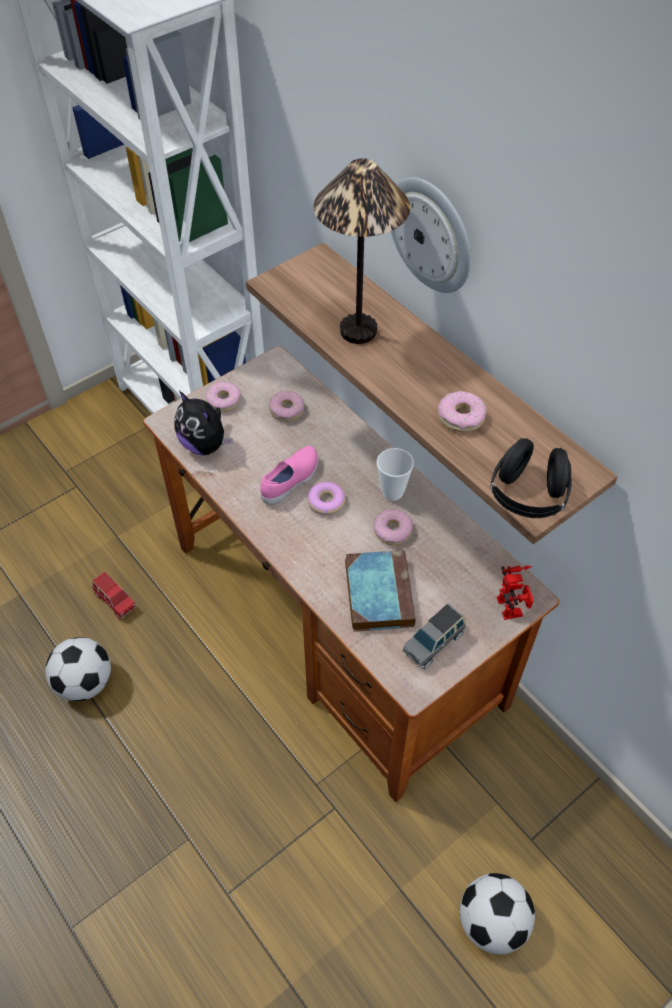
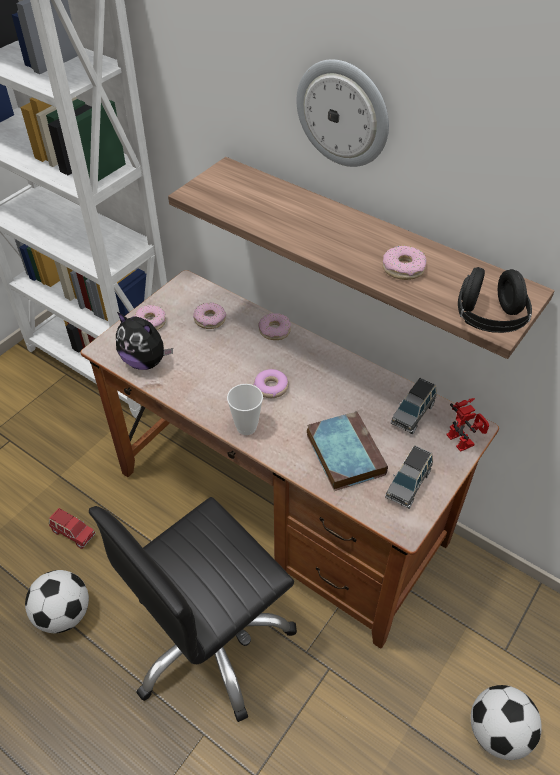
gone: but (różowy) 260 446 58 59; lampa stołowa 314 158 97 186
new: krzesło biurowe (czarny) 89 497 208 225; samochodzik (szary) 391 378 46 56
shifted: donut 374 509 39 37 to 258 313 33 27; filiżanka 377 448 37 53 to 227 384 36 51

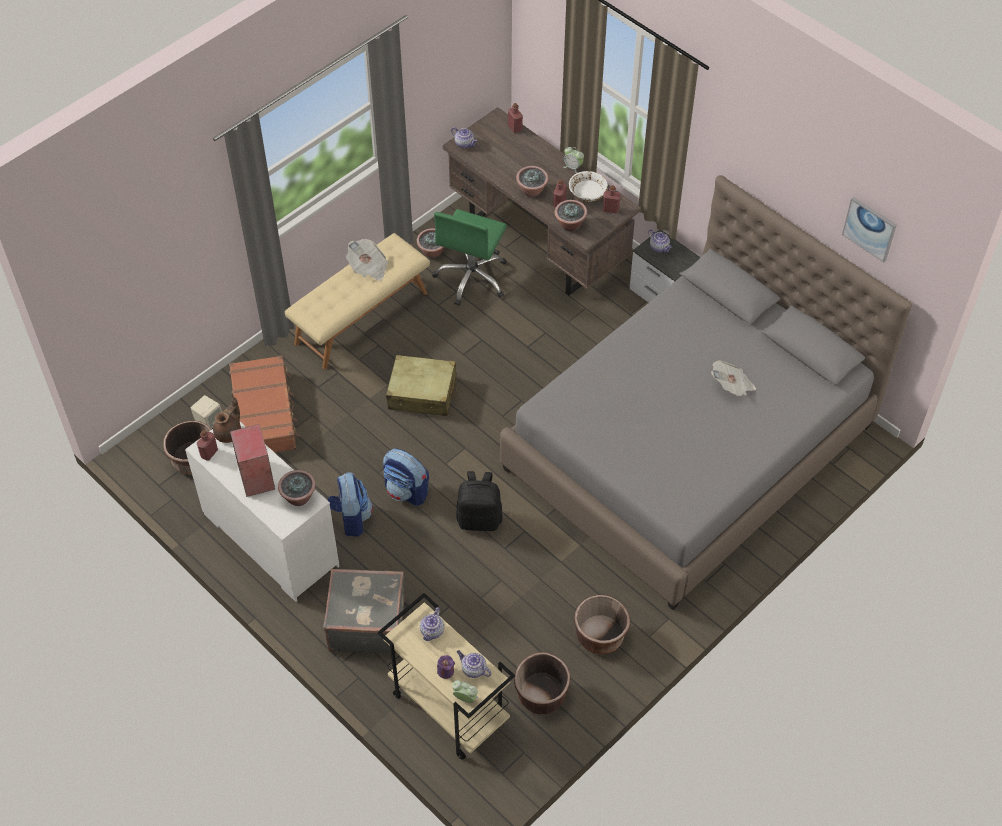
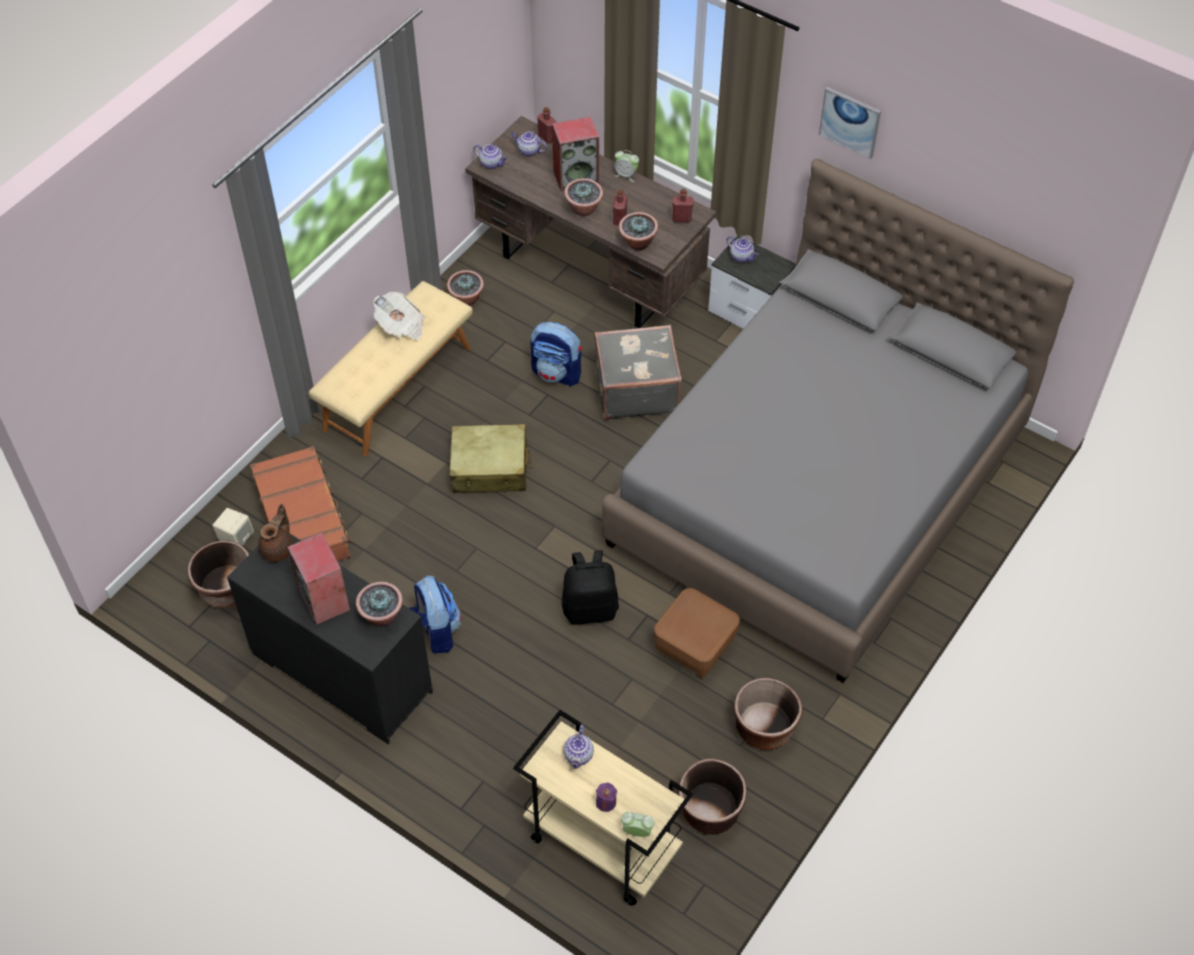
gone: butelka (czerwony) 197 430 21 30; krzesło biurowe (zielony) 432 209 75 97; miska (biały) 569 171 39 31; gazeta 711 360 45 37
new: głośnik 552 117 47 74; pufa (brązowy) 654 588 86 90
shifted: walizka (szary) 323 569 81 85 to 594 325 88 95; plecak 383 448 46 58 to 530 322 52 64; imbryk 457 650 34 28 to 511 132 36 25; obraz 842 197 55 65 to 819 87 62 72
repainted: komoda (biały) 185 422 155 180 to komoda (czarny) 227 534 206 210

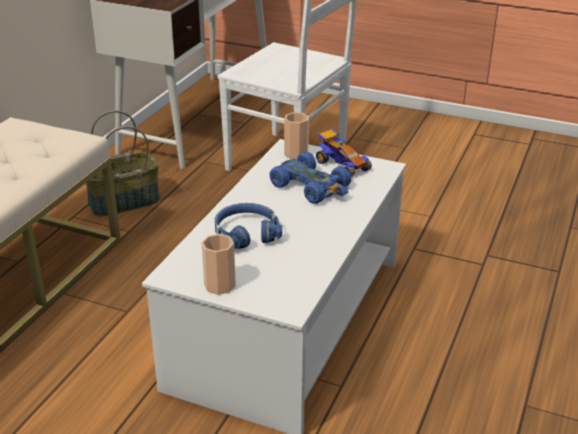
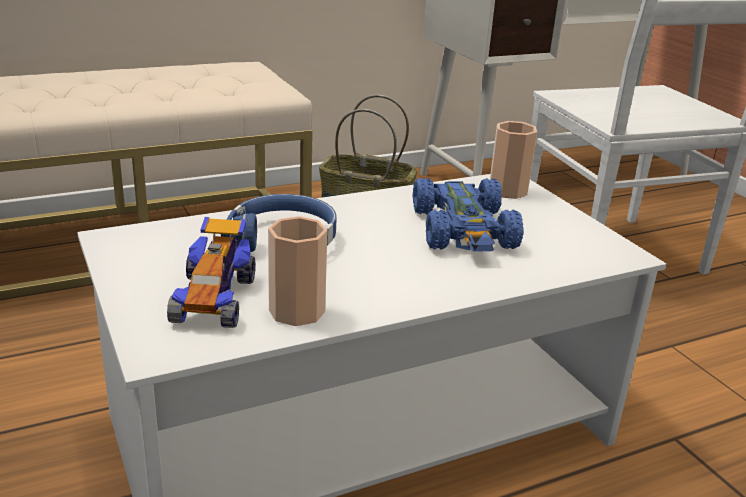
shifted: filiżanka 202 234 34 61 to 268 216 60 110; samochodzik 316 128 56 49 to 167 217 88 111

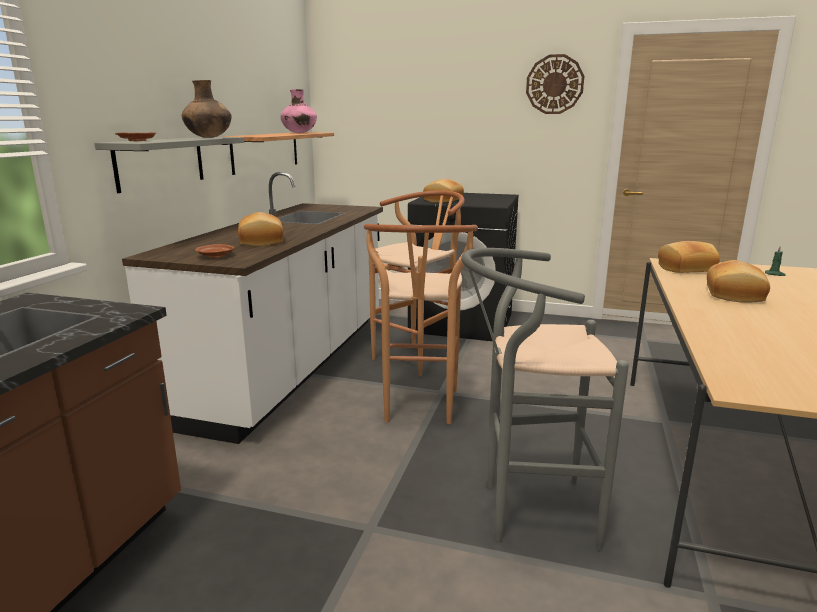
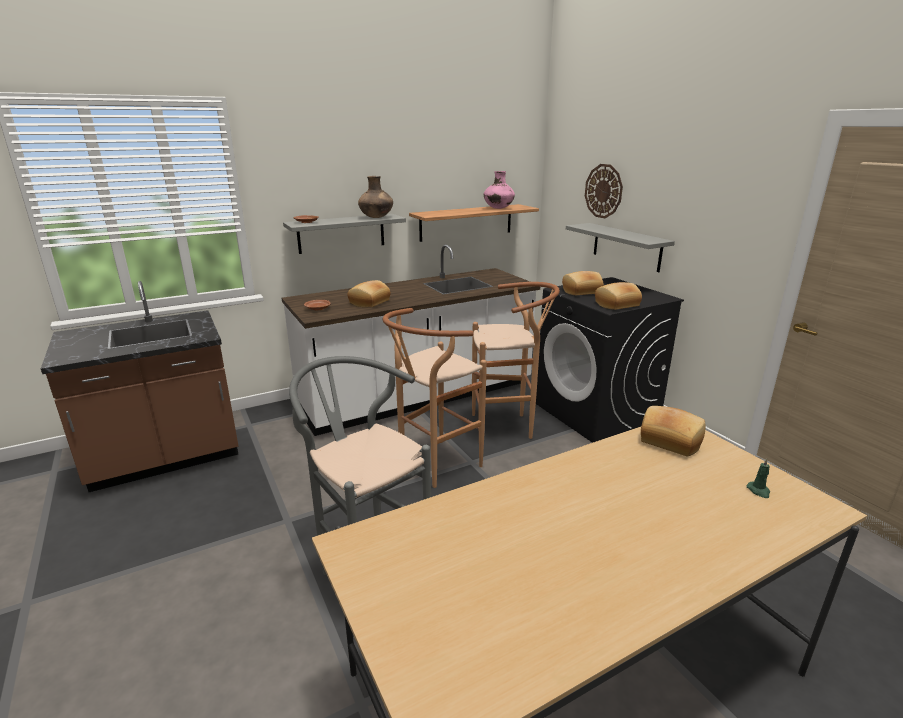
new: półka (szary) 566 223 109 49
shifted: zegar ścienny 526 54 58 60 to 585 164 38 54; chleb 707 260 63 43 to 595 282 47 28

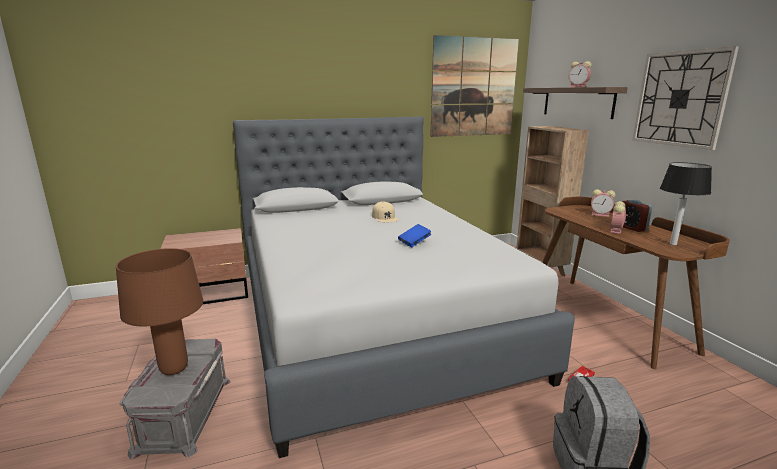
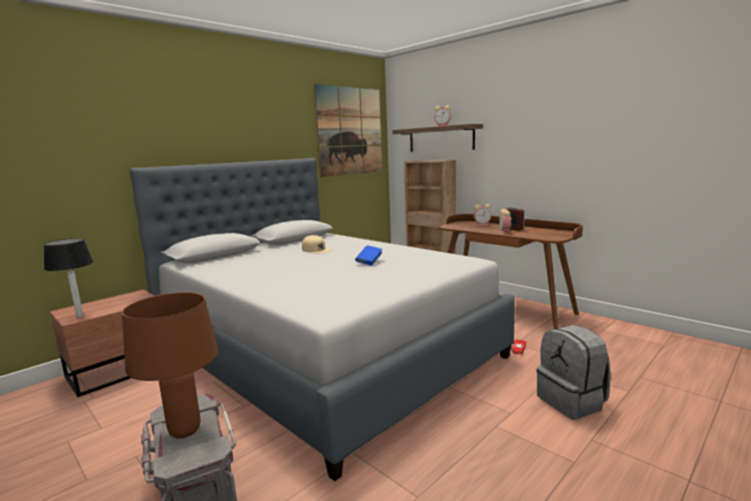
gone: zegar ścienny 633 46 106 104
shifted: lampa stołowa 660 162 52 83 to 44 238 49 79

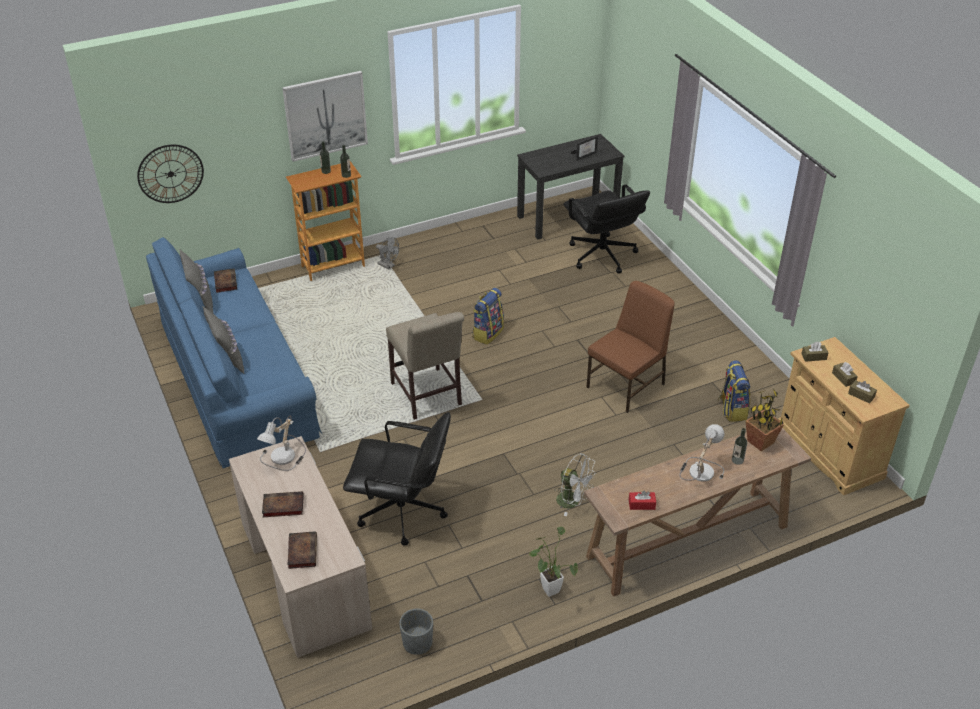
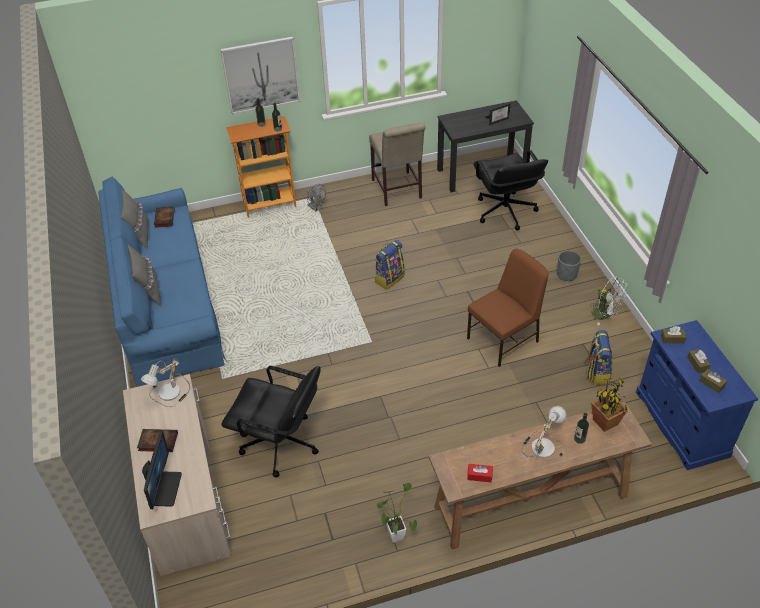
gone: zegar ścienny 137 145 67 58
shifted: krzesło (beżowy) 386 312 78 108 to 369 123 56 83; donica (szary) 399 609 34 46 to 557 250 24 31; wentylator (biały) 556 453 40 63 to 590 276 37 50
swapped: książka 287 531 30 38 to monitor 142 431 40 78
repainted: szafka (beżowy) 778 337 132 158 to szafka (niebieski) 636 320 122 150

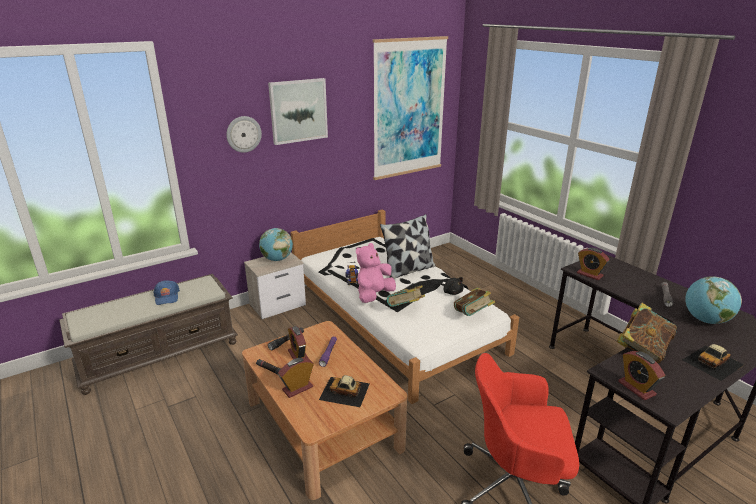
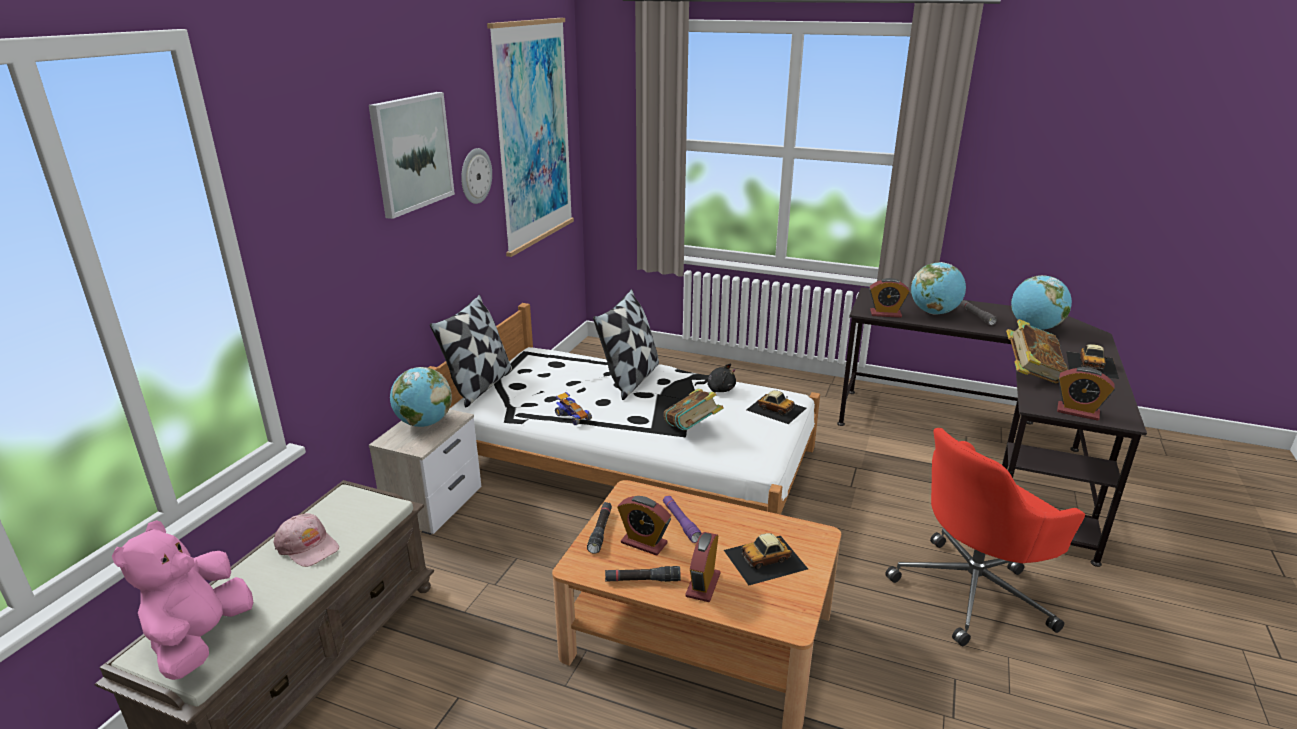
new: poduszka 430 295 82 112; globus 911 262 55 53
shifted: zegar ścienny 226 116 36 37 to 461 148 31 56; pluszak (różowy) 356 243 40 60 to 112 520 141 160
swapped: książka 454 287 41 29 to samochodzik 746 390 60 34
repainted: czapka z daszkiem (niebieski) 154 280 26 25 to czapka z daszkiem (różowy) 274 513 65 54

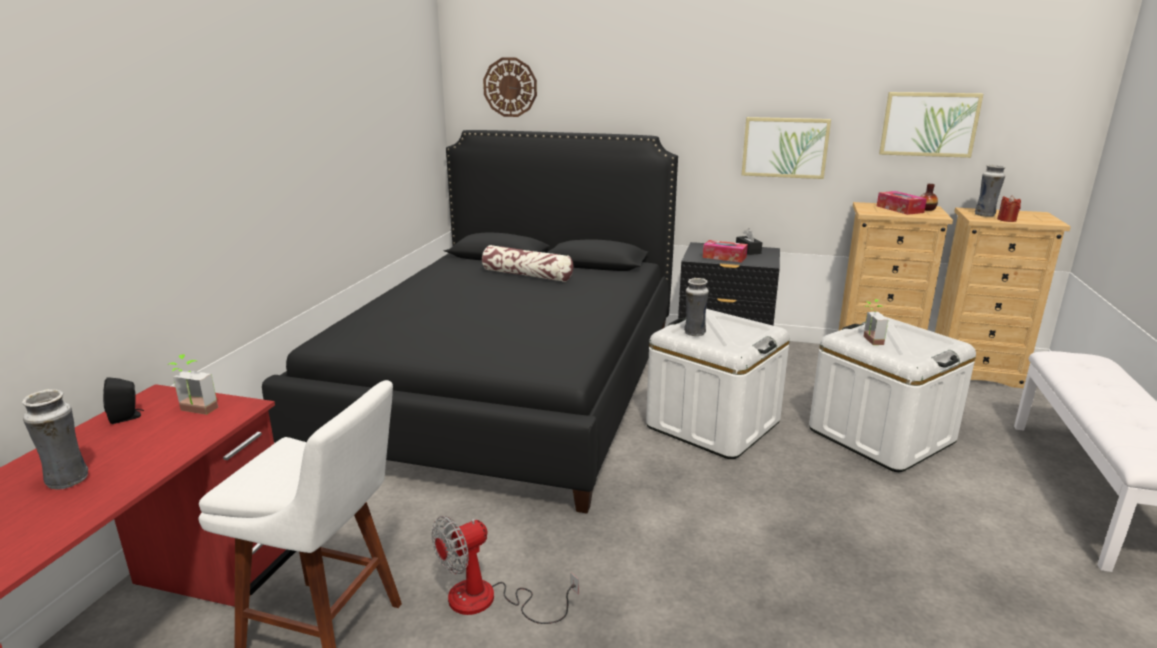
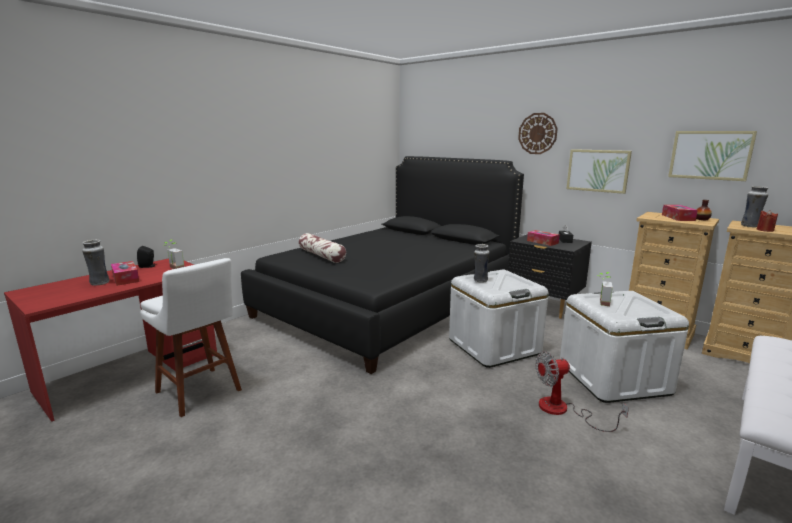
new: pudełko chusteczek 111 261 28 25
shifted: wentylator 432 516 147 108 to 536 351 93 81; poduszka 482 245 91 37 to 299 233 47 30; zegar ścienny 483 58 54 59 to 518 113 40 41

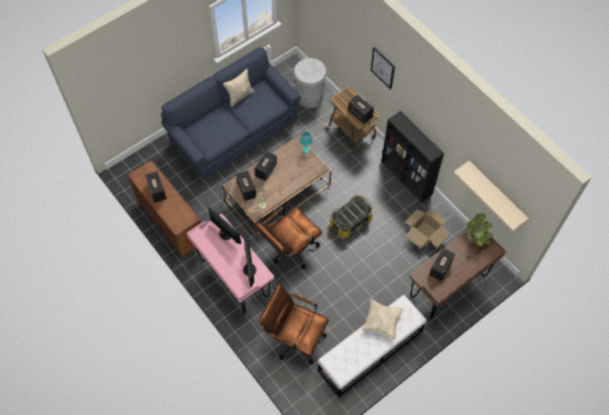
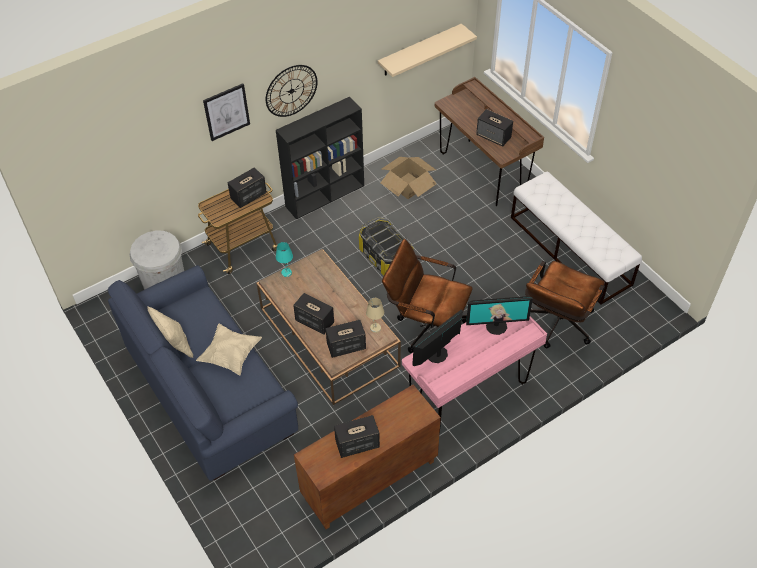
gone: roślina doniczkowa 466 213 27 33
new: zegar ścienny 266 65 52 52
shifted: poduszka (beżowy) 362 299 41 41 to 196 324 66 51
rotated: krzesło biurowe (brązowy) 255 207 67 62 = 382 239 90 114 150 degrees clockwise

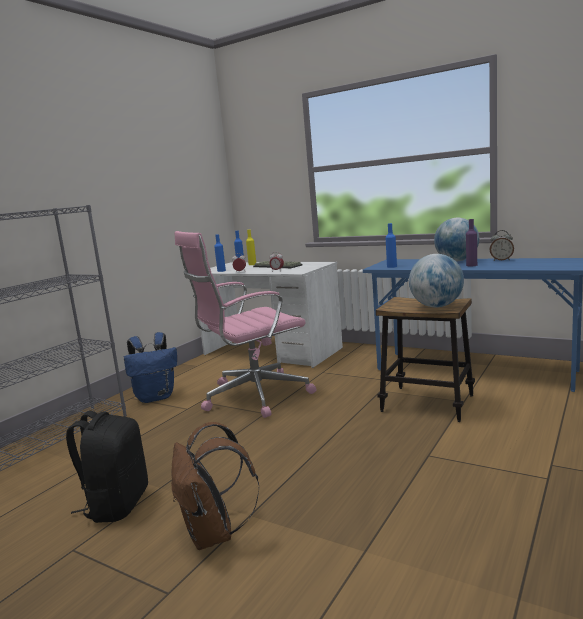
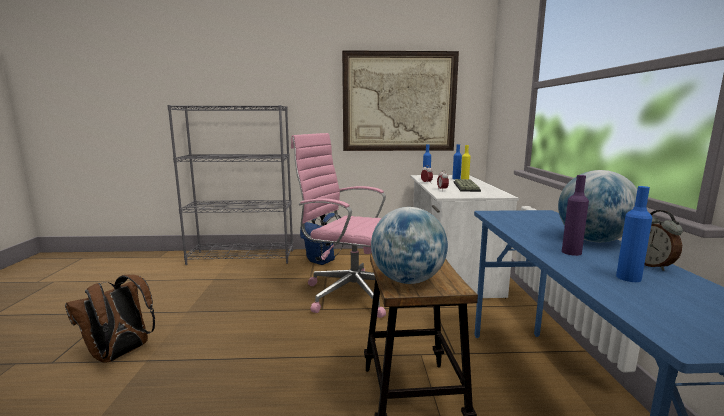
gone: plecak (czarny) 66 411 82 112
new: obraz 342 50 117 101
shifted: butelka (niebieski) 385 223 12 45 to 616 186 36 96

